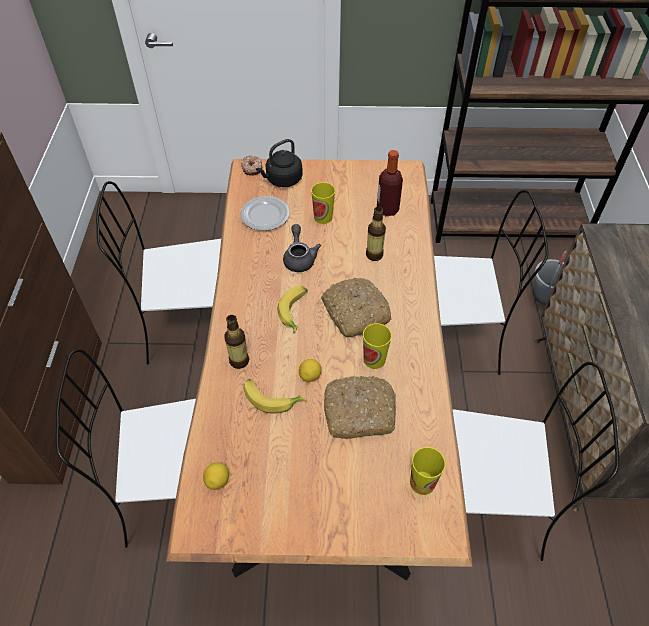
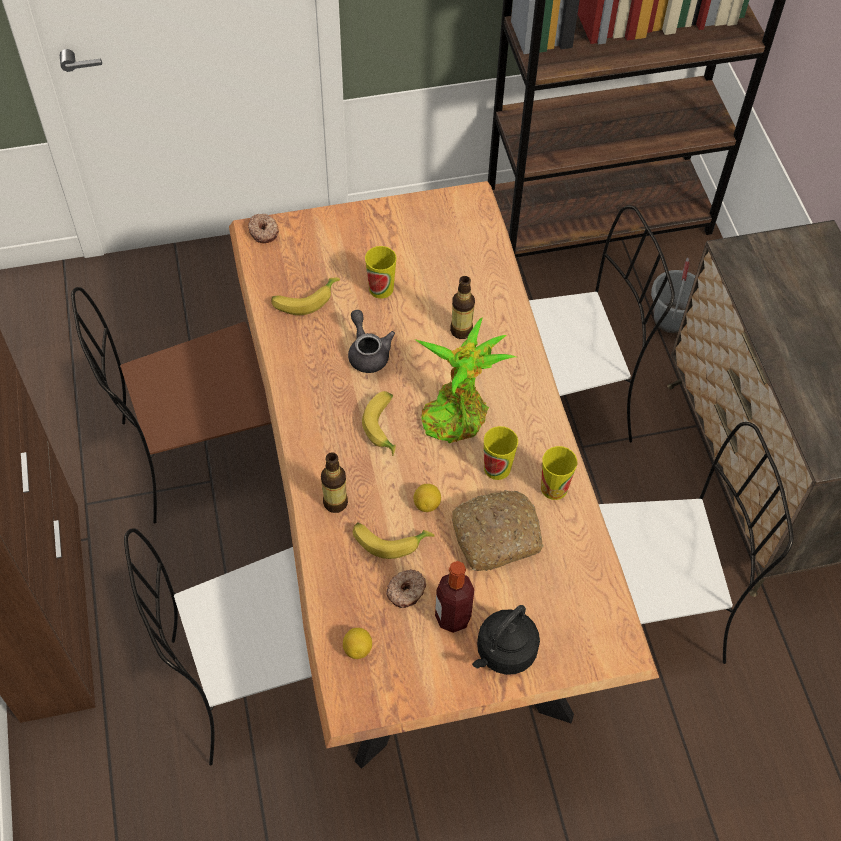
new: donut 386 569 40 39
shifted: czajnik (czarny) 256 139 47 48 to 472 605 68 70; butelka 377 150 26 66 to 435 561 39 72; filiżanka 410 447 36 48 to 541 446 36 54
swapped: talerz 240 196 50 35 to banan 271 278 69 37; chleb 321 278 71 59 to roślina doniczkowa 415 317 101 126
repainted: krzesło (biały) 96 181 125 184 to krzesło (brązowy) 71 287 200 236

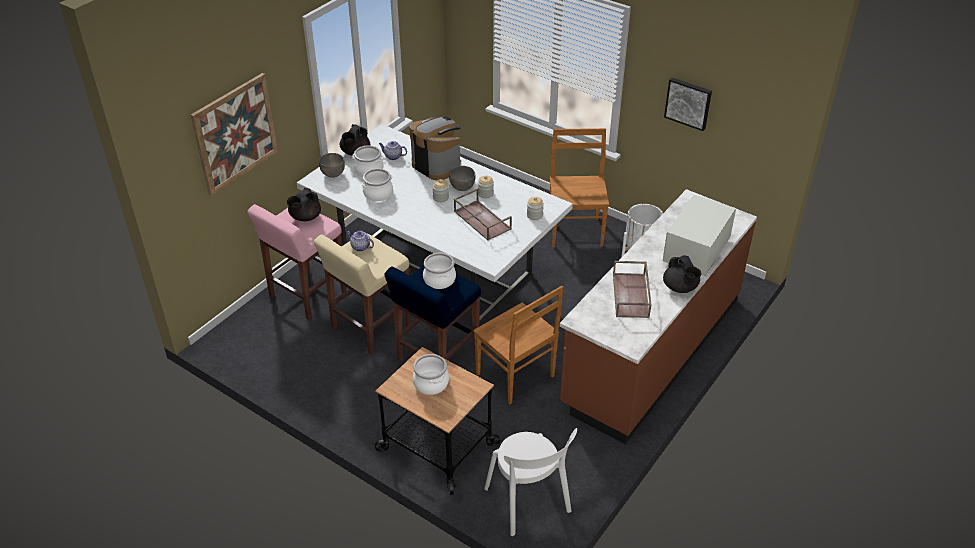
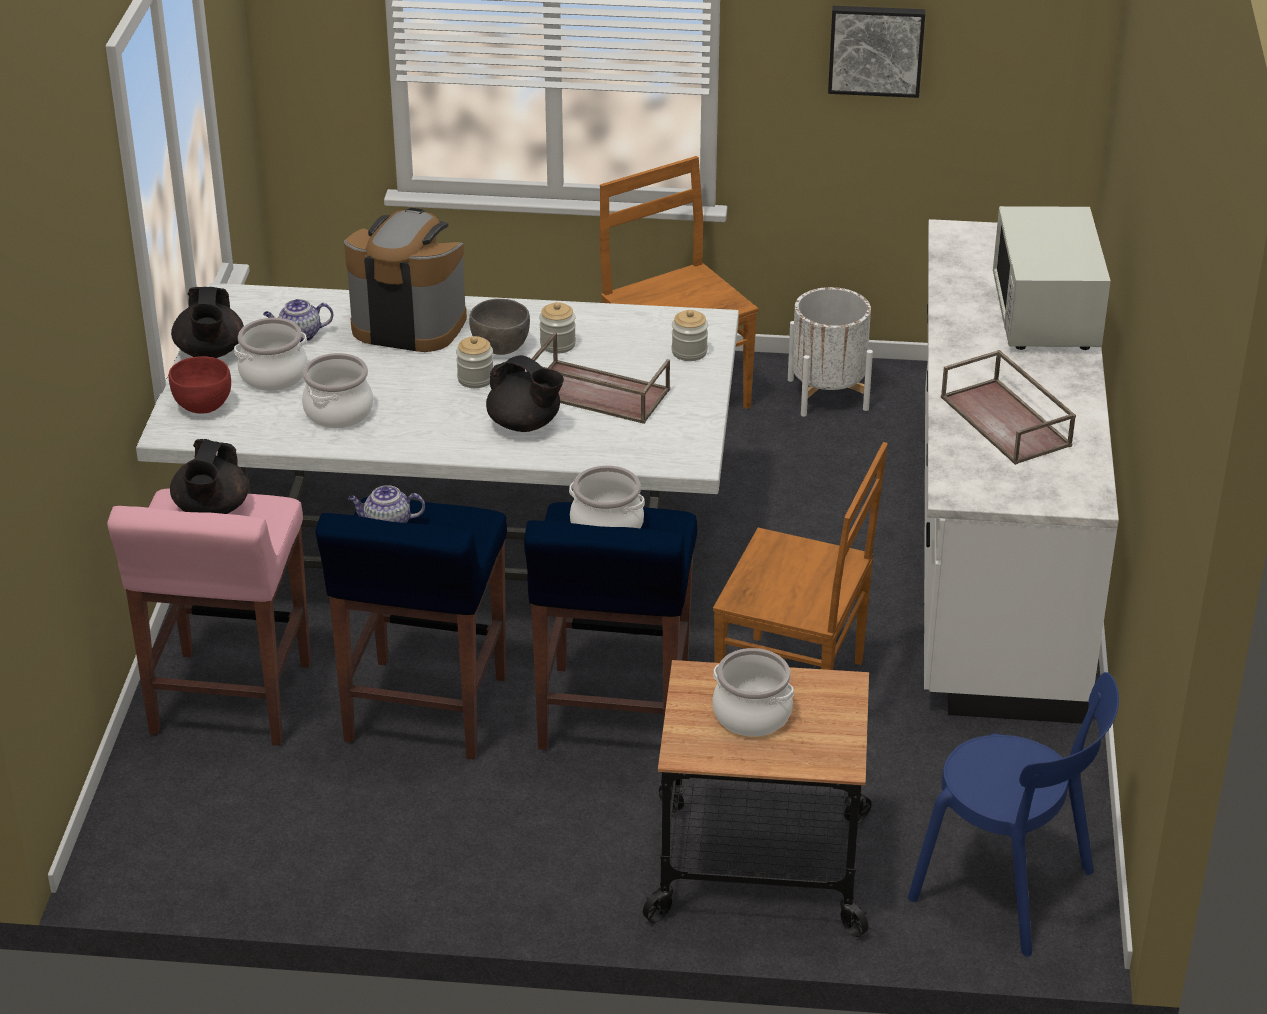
gone: obraz 191 73 87 123
shifted: imbryk (czarny) 663 256 39 37 to 486 355 78 77
repainted: stołek (beżowy) 314 233 97 122 to stołek (niebieski) 315 496 192 263; miska (szary) 319 153 26 25 to miska (czerwony) 169 356 62 58; krzesło (biały) 484 428 93 108 to krzesło (niebieski) 908 672 211 285; zabudowa kuchenna (brązowy) 560 189 197 255 to zabudowa kuchenna (biały) 924 219 195 505

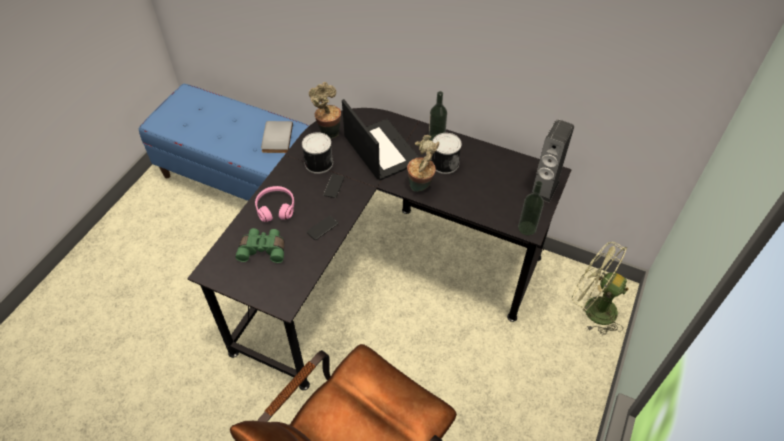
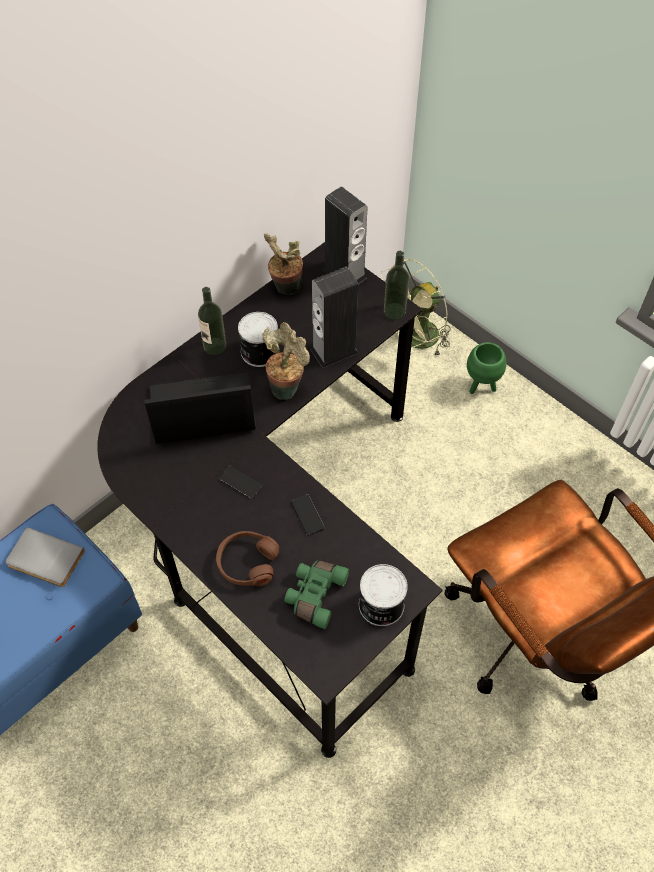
new: głośnik 310 267 48 101; donica (zielony) 467 342 39 52
shifted: puszka 302 132 31 42 to 359 564 49 62; roślina doniczkowa 309 82 32 56 to 264 233 39 62
repainted: słuchawki (różowy) 255 186 39 36 to słuchawki (brązowy) 216 531 63 55

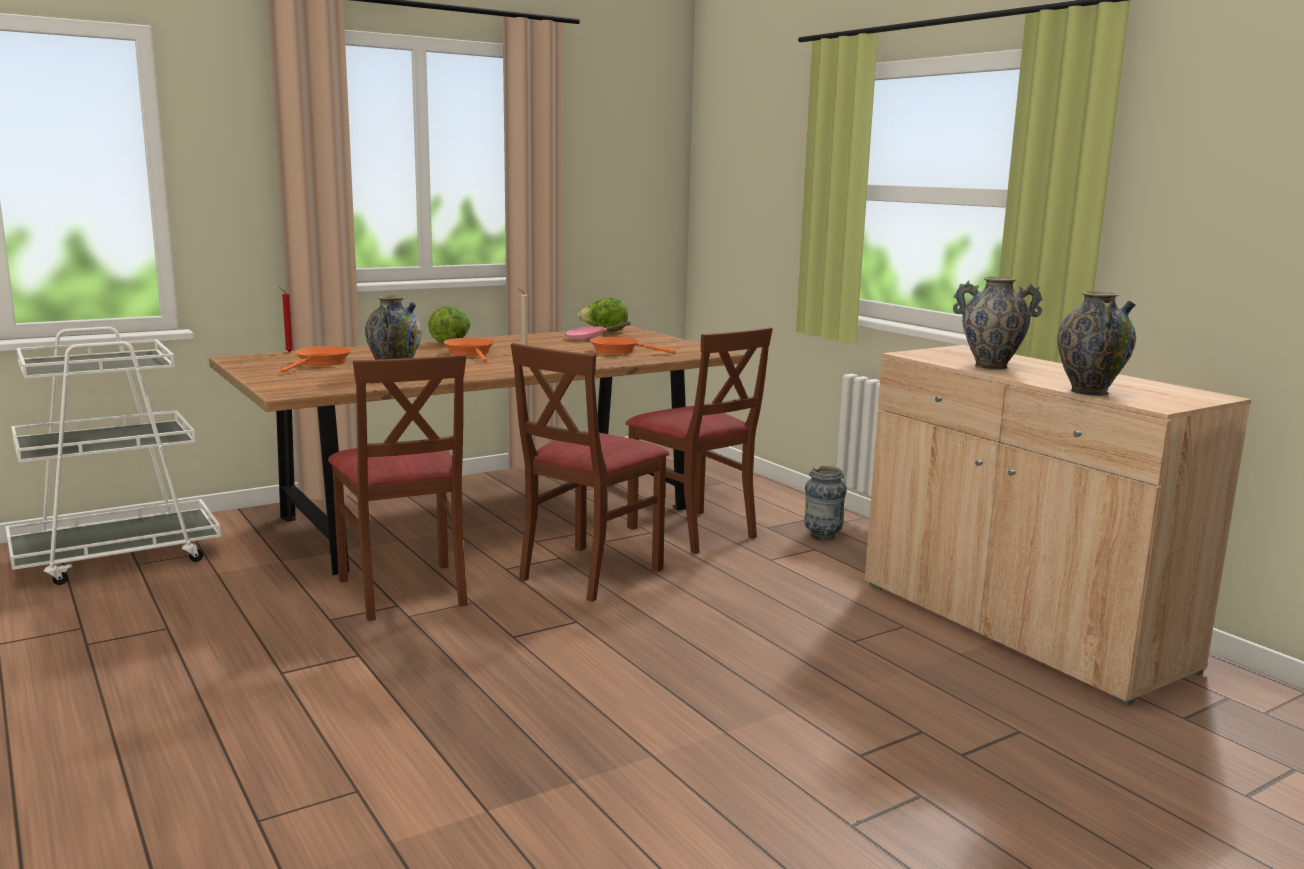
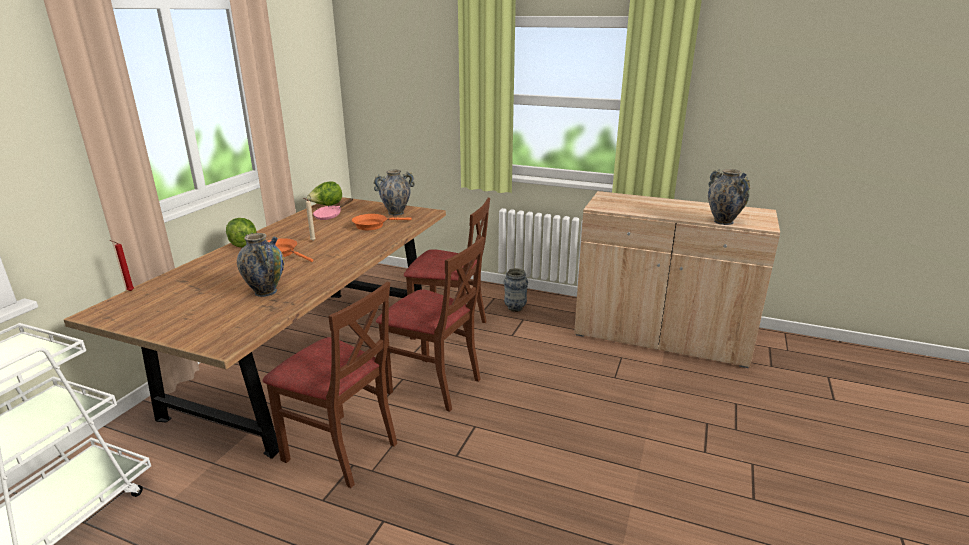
gone: patelnia (pomarańczowy) 280 346 71 27
shifted: wazon 953 277 90 92 to 373 169 42 46
rotated: krzesło (brązowy) 511 343 158 259 = 376 237 109 175 60 degrees counterclockwise

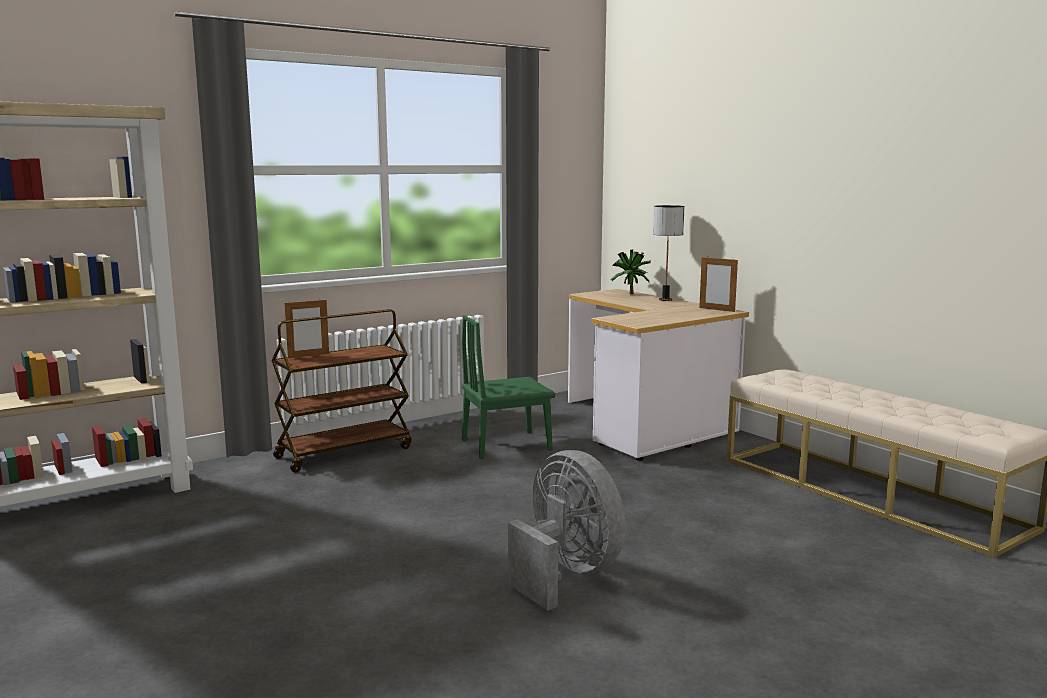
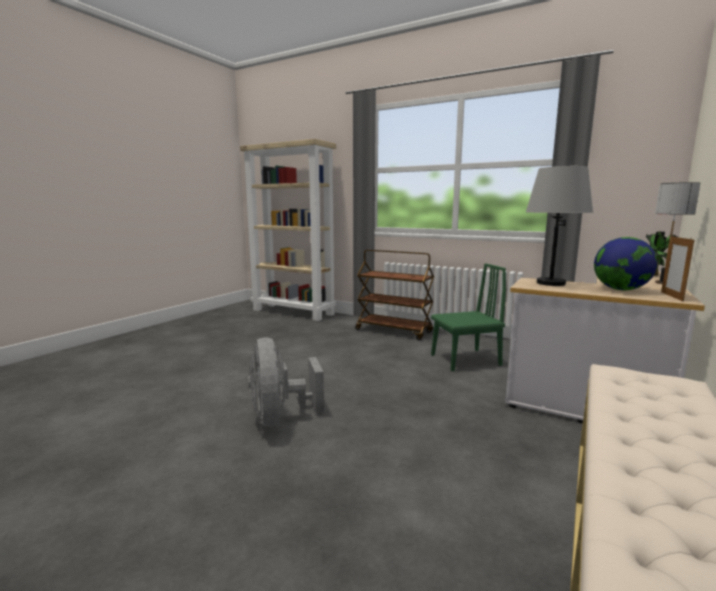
gone: ramka na zdjęcie 285 298 44 60
new: lampa stołowa (szary) 526 166 67 120; globus 594 237 64 53
rotated: krzesło (zielony) 462 315 93 145 = 431 263 75 108 120 degrees clockwise; wentylator (szary) 508 450 118 161 = 248 337 76 89 135 degrees clockwise

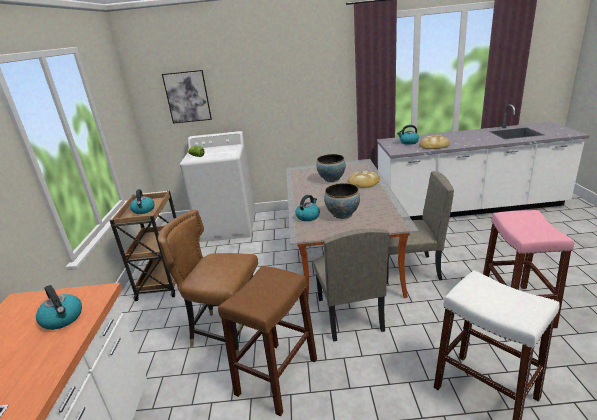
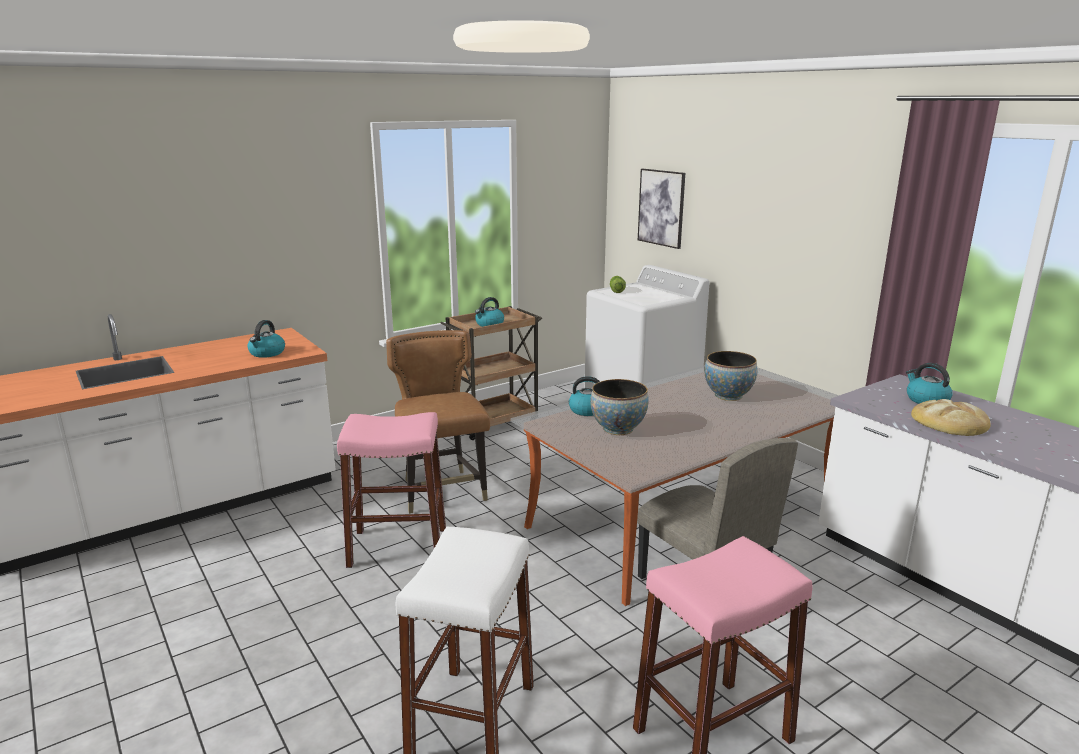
gone: krzesło (beżowy) 313 229 76 112; chleb 348 171 32 17
repainted: stołek (brązowy) 218 266 99 150 to stołek (różowy) 337 412 109 156

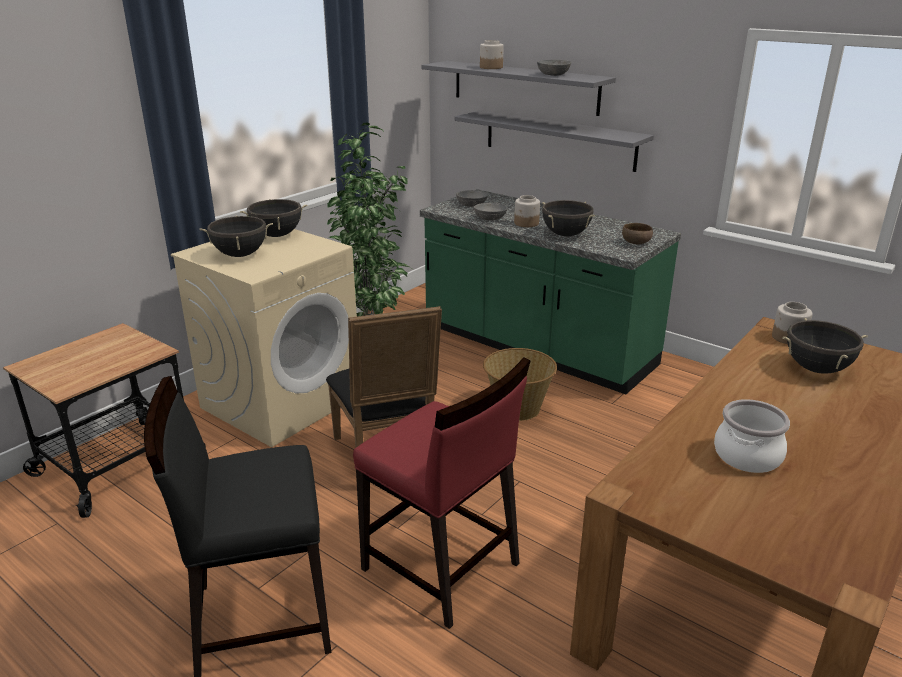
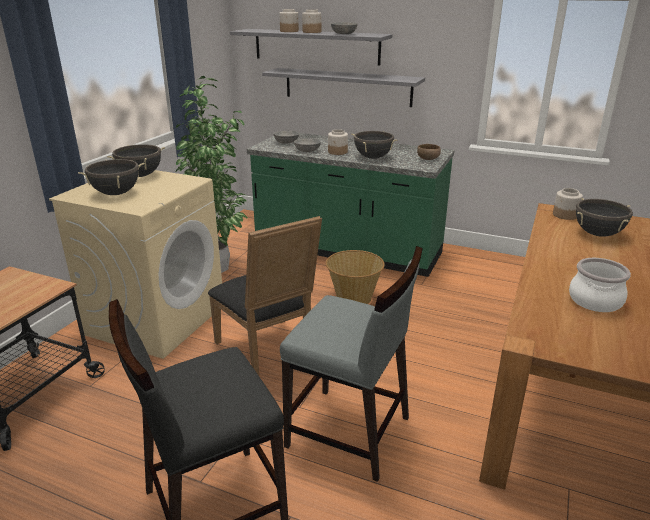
new: słoik 302 9 19 24
repainted: krzesło (czerwony) 353 357 177 272 to krzesło (szary) 280 246 143 236

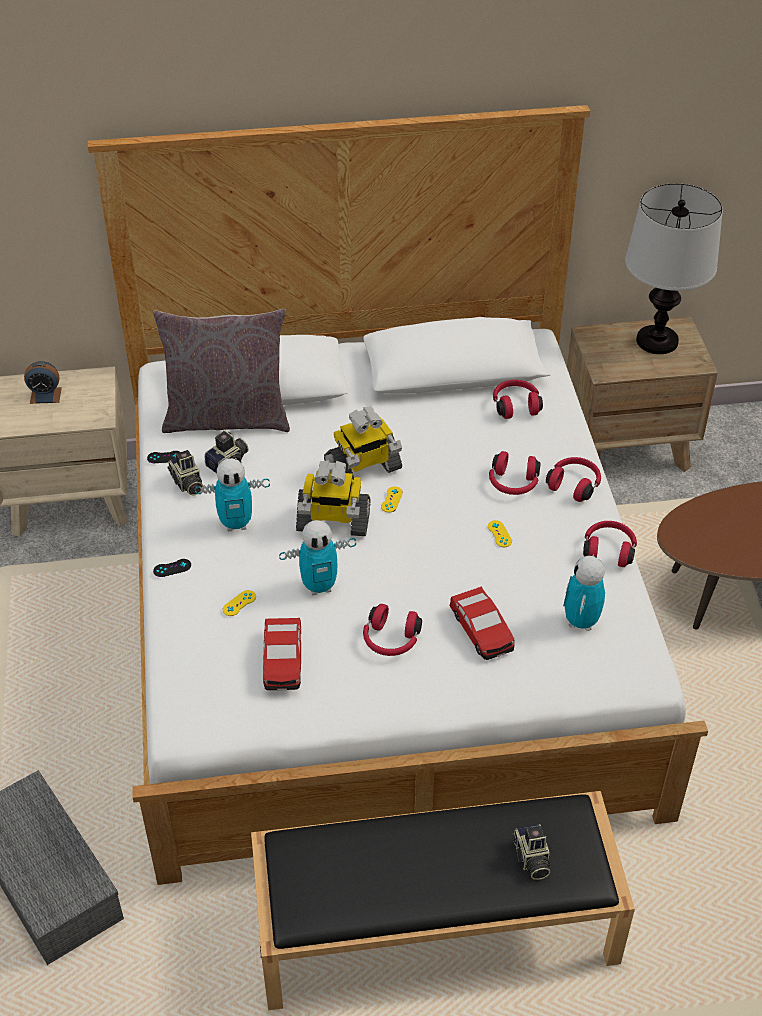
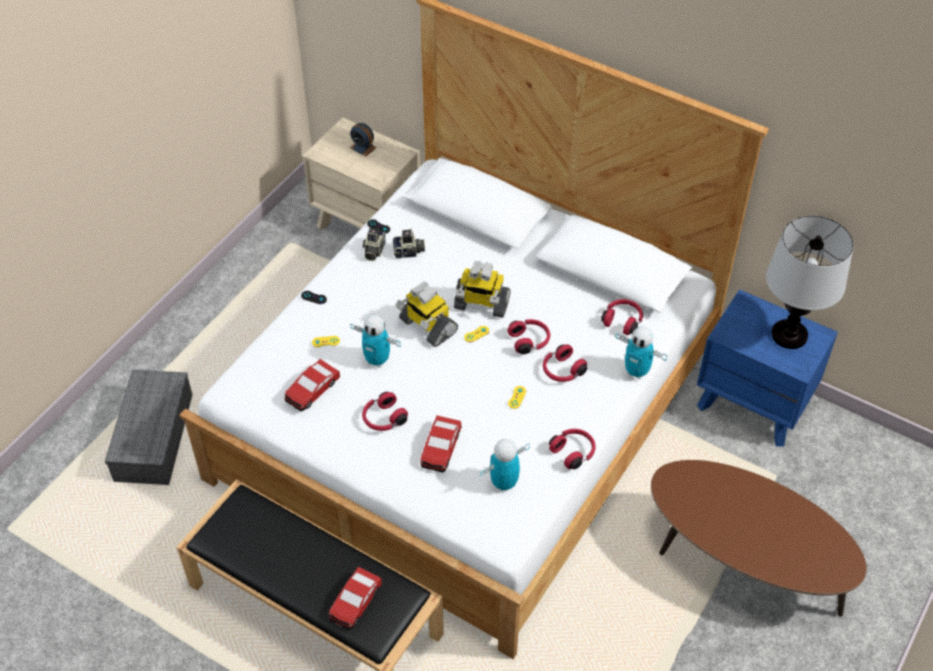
gone: poduszka (szary) 153 309 137 124
shifted: robot zabawkowy 195 458 75 73 to 615 326 52 53; słuchawki (czerwony) 546 457 55 45 to 507 319 43 35
swapped: aparat fotograficzny 512 824 39 56 to samochodzik 329 567 53 63
repainted: szafka nocna (brązowy) 567 317 151 155 to szafka nocna (niebieski) 697 289 141 157

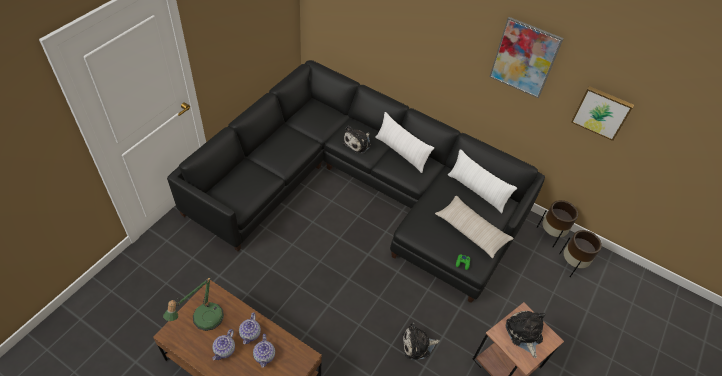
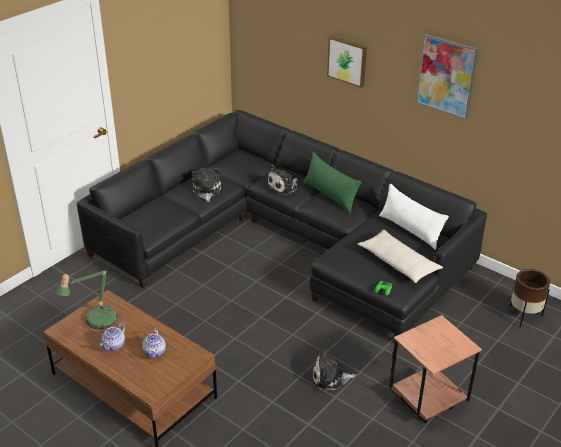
gone: imbryk 239 312 22 32; donica (brązowy) 537 200 41 47
shifted: pluszak 506 311 39 47 to 191 167 30 35; obraz 571 86 63 55 to 327 36 40 52
repainted: poduszka (biały) 375 112 59 61 to poduszka (zielony) 304 152 58 61

